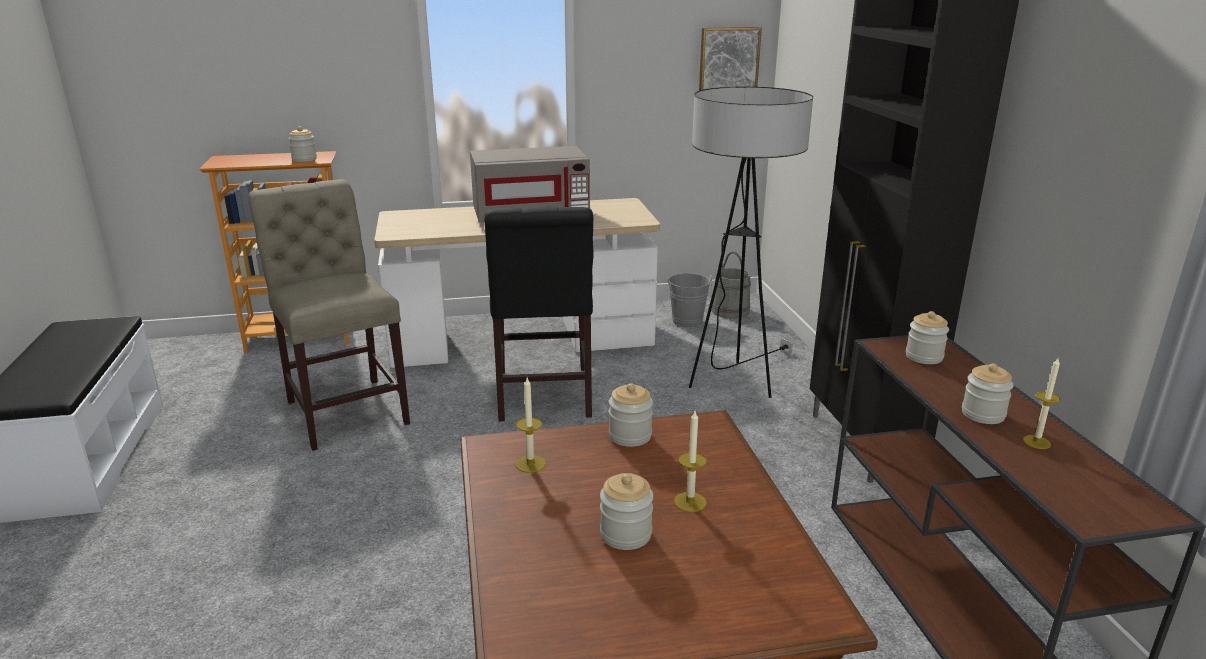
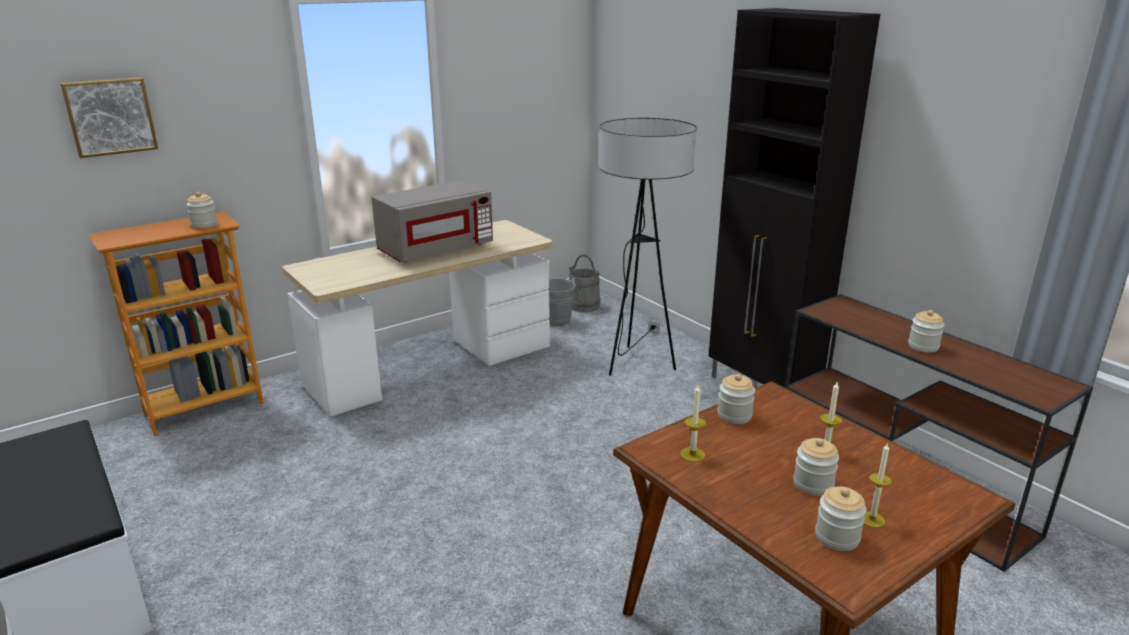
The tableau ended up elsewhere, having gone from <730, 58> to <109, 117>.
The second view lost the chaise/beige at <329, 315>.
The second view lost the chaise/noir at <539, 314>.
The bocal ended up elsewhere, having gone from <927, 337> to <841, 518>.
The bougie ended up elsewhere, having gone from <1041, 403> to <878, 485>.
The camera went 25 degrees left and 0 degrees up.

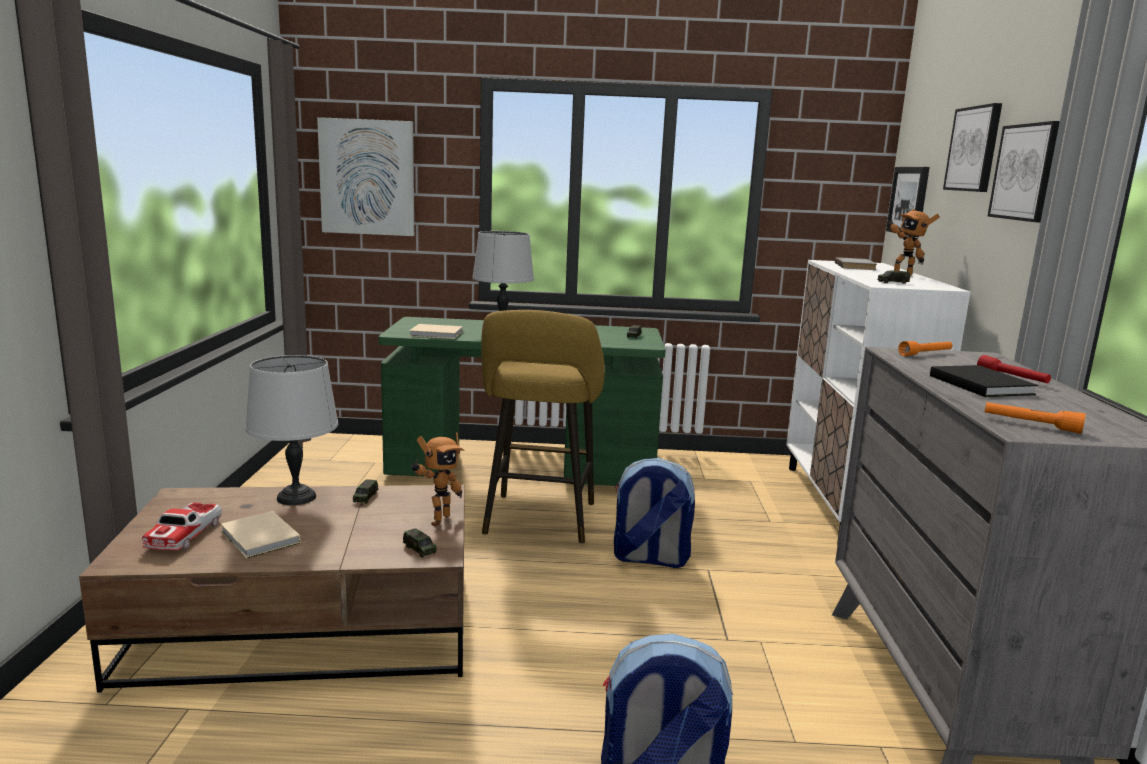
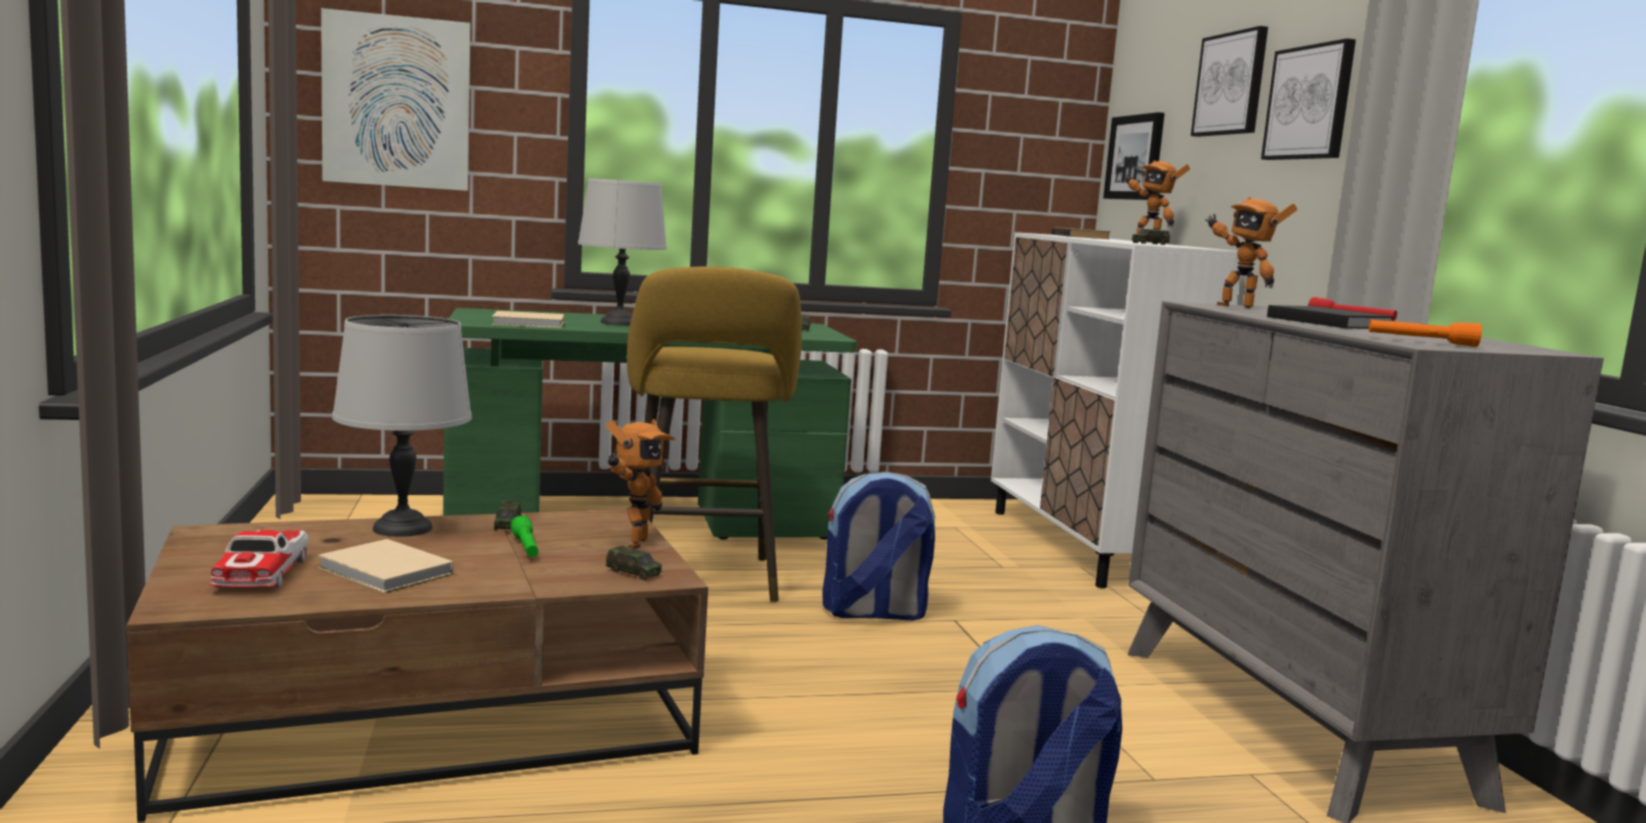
Where the lampe de poche/orange stood at <925, 348>, the robot jouet came to stand at <1251, 252>.
The second view gained the lampe de poche/vert at <524, 536>.
The camera went 15 degrees left and 5 degrees down.

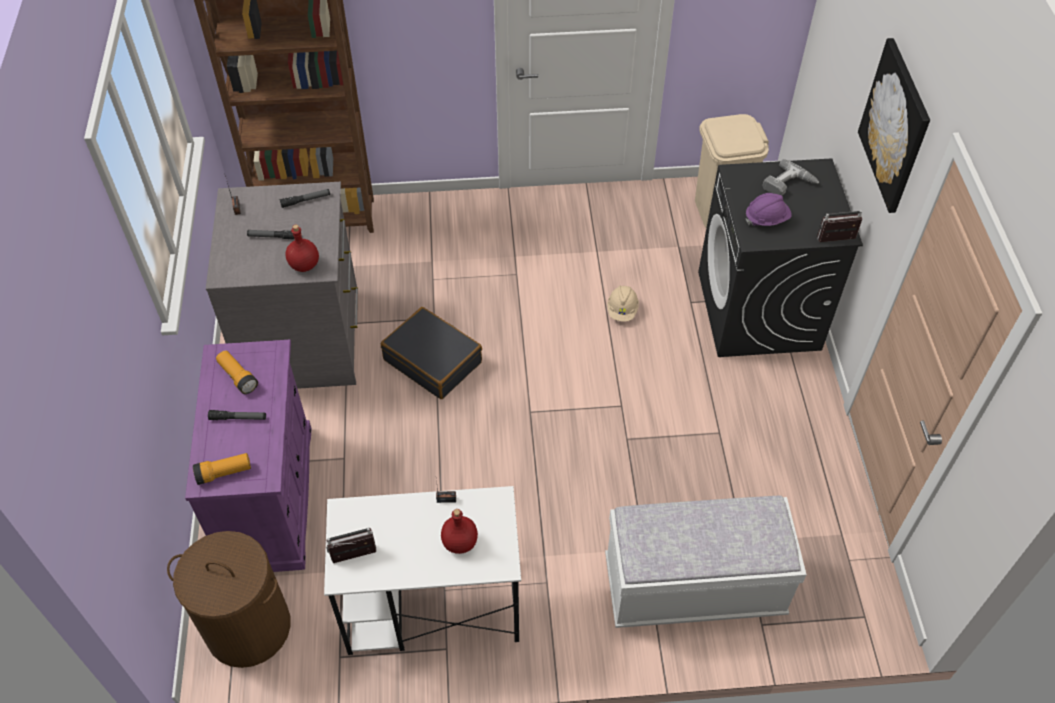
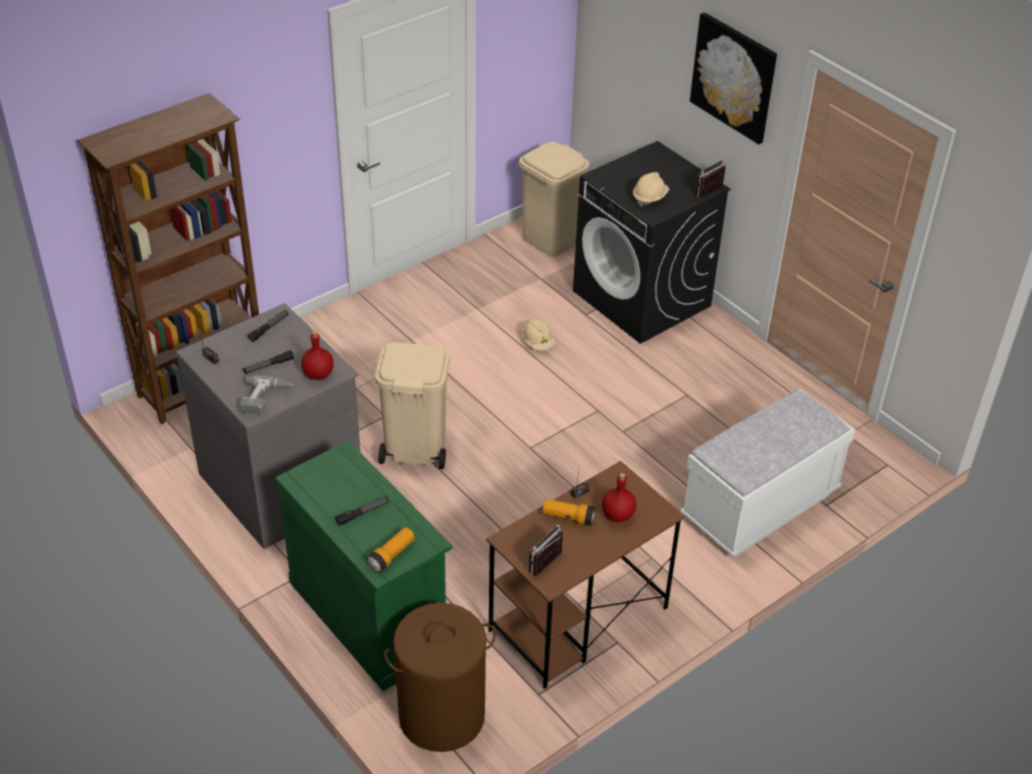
The perceuse ended up elsewhere, having gone from <790, 177> to <266, 395>.
What was the casque de chantier/violet at <769, 209> turned into the casque de chantier/beige at <651, 189>.
Where the valise/noir stood at <431, 353>, the poubelle/beige came to stand at <412, 405>.
What was the meuble de rangement/violet at <248, 456> turned into the meuble de rangement/vert at <363, 565>.
The lampe de poche ended up elsewhere, having gone from <237, 372> to <569, 512>.
What was the bureau/blanc at <422, 570> turned into the bureau/marron at <585, 575>.
The camera went 35 degrees left and 10 degrees down.

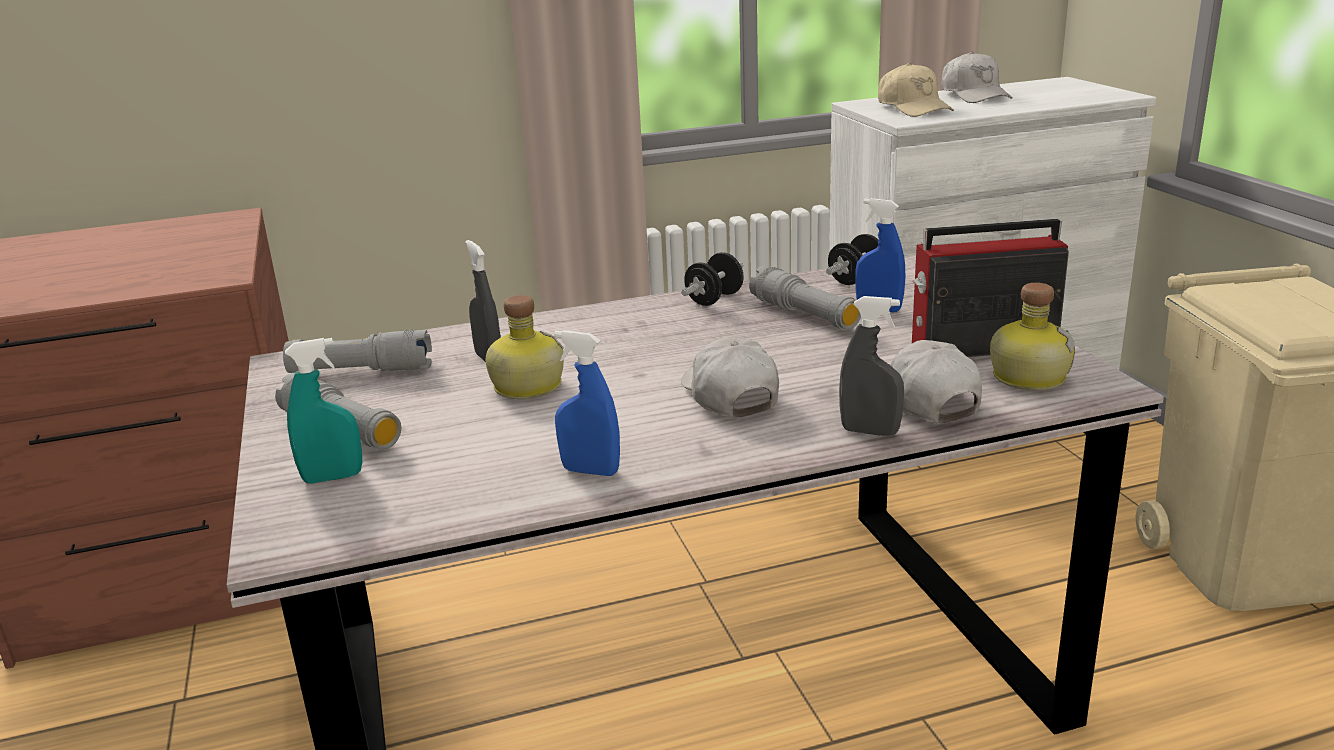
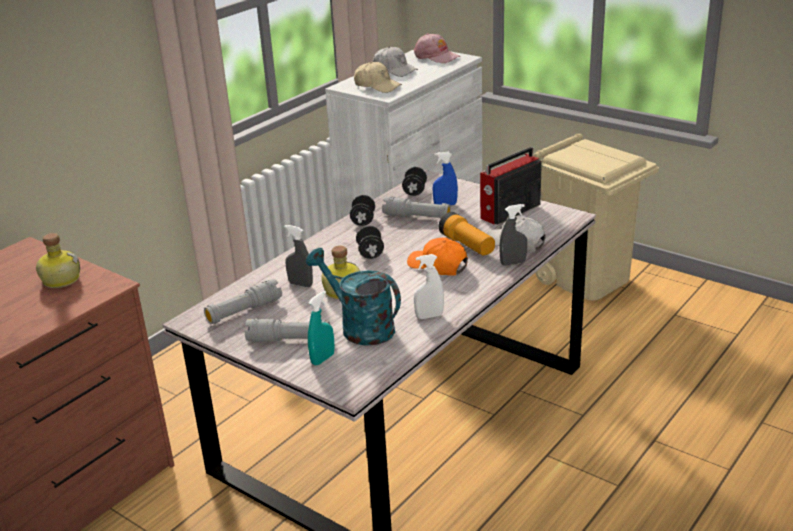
The bouteille ended up elsewhere, having gone from <1032, 336> to <58, 260>.
What was the vaporisateur/bleu at <587, 403> turned into the vaporisateur/blanc at <429, 286>.
What was the casquette/blanc at <730, 377> turned into the casquette/orange at <437, 256>.
The second view gained the casquette/rose at <437, 48>.
The second view gained the lampe de poche at <467, 234>.
The second view gained the haltère/noir at <370, 242>.
The second view gained the arrosoir/turquoise at <353, 297>.
The camera went 35 degrees left and 5 degrees up.

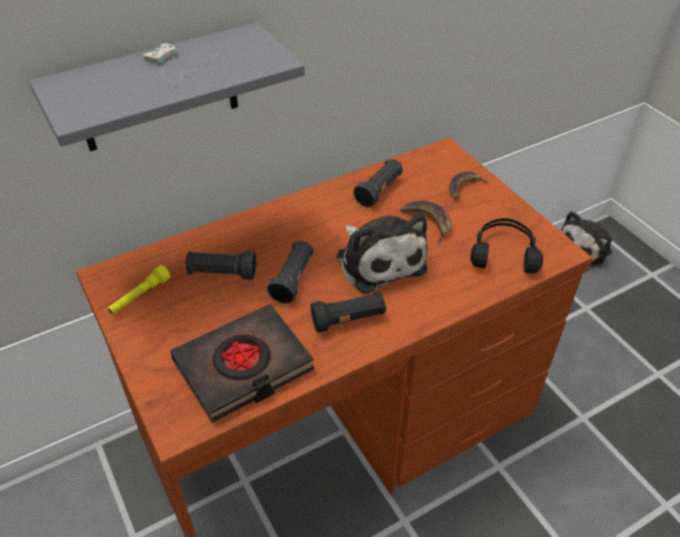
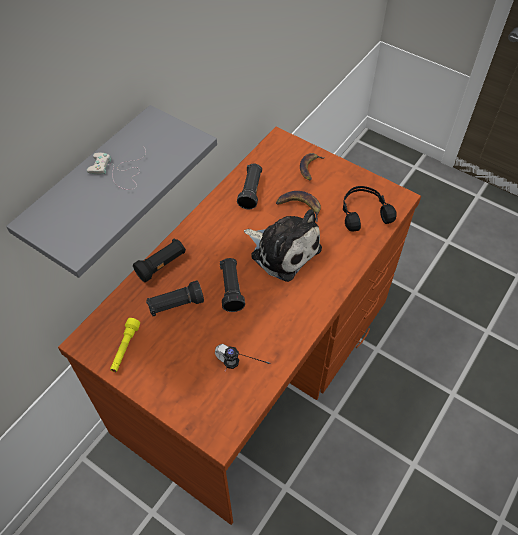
The second view lost the peluche at <586, 239>.
The lampe de poche/noir ended up elsewhere, having gone from <348, 311> to <159, 260>.
Where the livre/noir stood at <242, 363>, the casque audio came to stand at <242, 358>.
The camera went 25 degrees left and 10 degrees up.

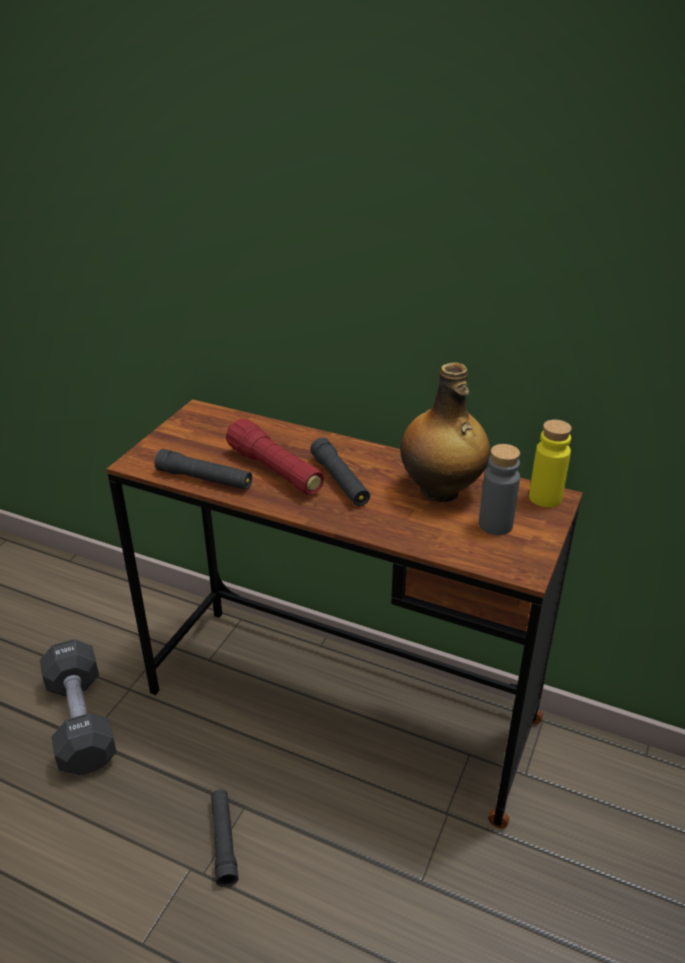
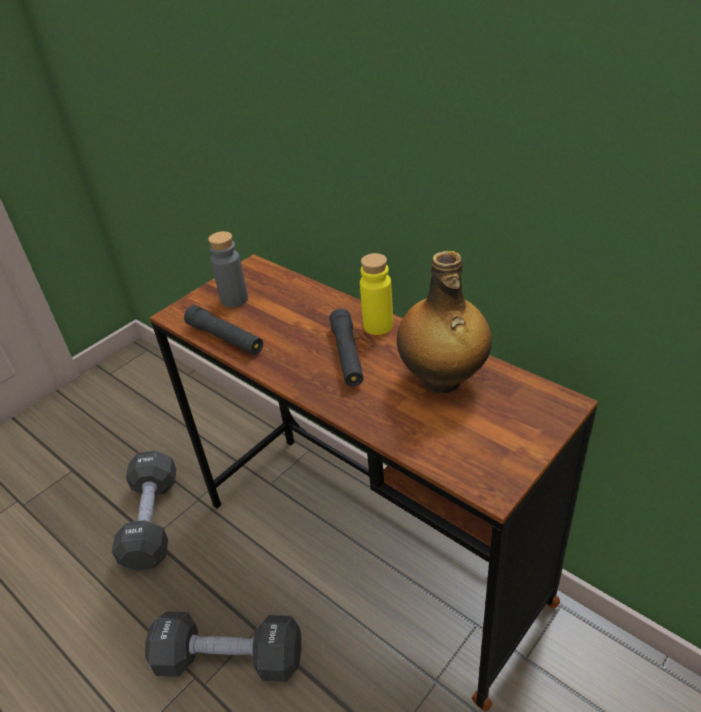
The second view lost the lampe de poche/rouge at <275, 457>.
The bouteille/jaune ended up elsewhere, having gone from <550, 464> to <376, 294>.
The bouteille/gris ended up elsewhere, having gone from <499, 489> to <228, 269>.
Where the lampe de poche/noir stood at <224, 838>, the haltère/noir came to stand at <223, 646>.
The camera went 20 degrees right and 5 degrees up.

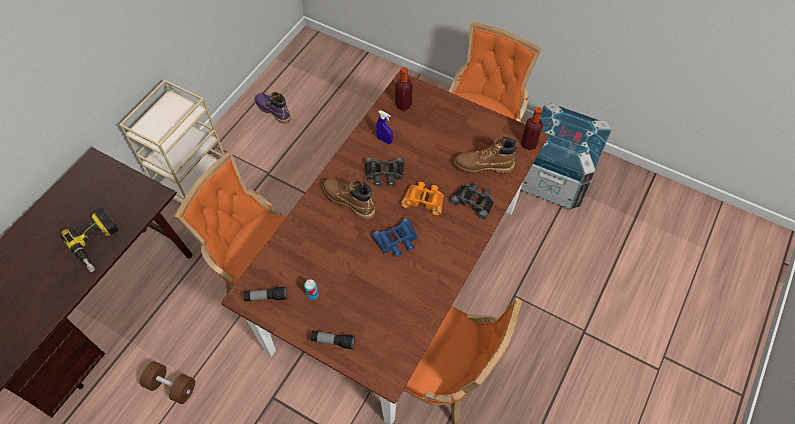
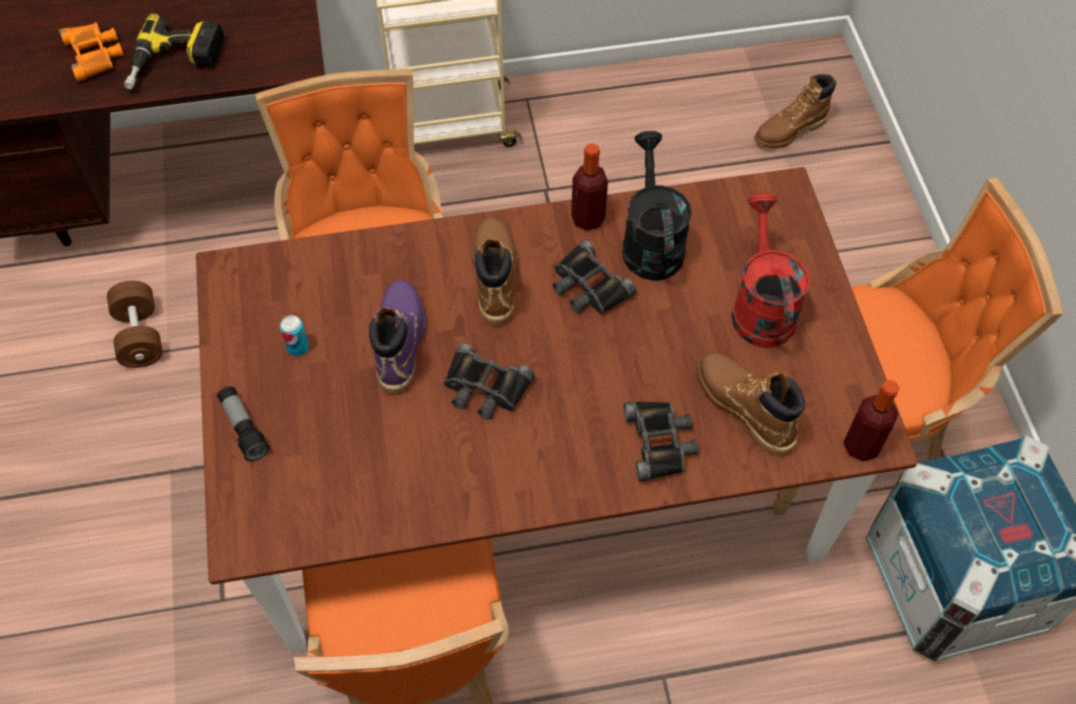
The bouteille ended up elsewhere, having gone from <404, 89> to <589, 187>.
The botte/violet ended up elsewhere, having gone from <273, 108> to <397, 338>.
Where the vaporisateur/bleu stood at <384, 127>, the arrosoir/noir came to stand at <657, 206>.
The jumelles/orange ended up elsewhere, having gone from <422, 199> to <91, 51>.
What was the jumelles/bleu at <395, 237> turned into the jumelles/noir at <489, 381>.
The second view lost the lampe de poche at <265, 294>.
The second view gained the botte/marron at <795, 111>.
The second view gained the arrosoir/rouge at <770, 270>.
The camera went 50 degrees right and 0 degrees up.

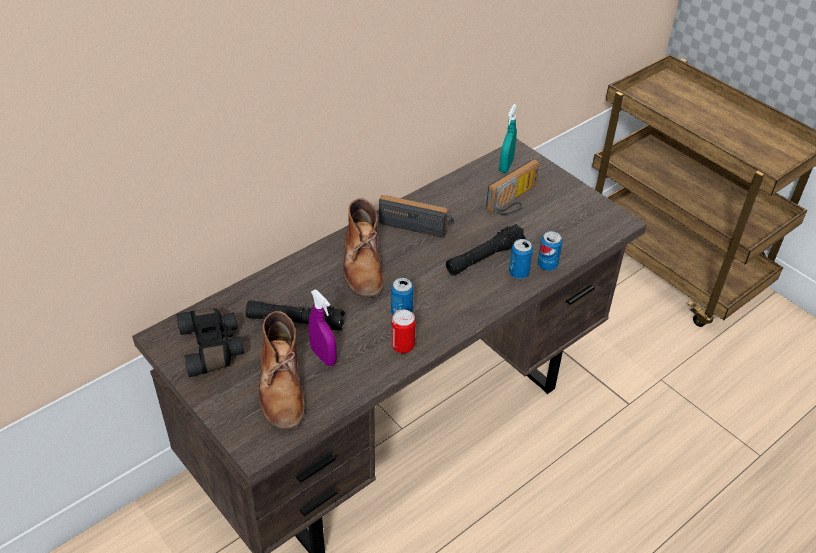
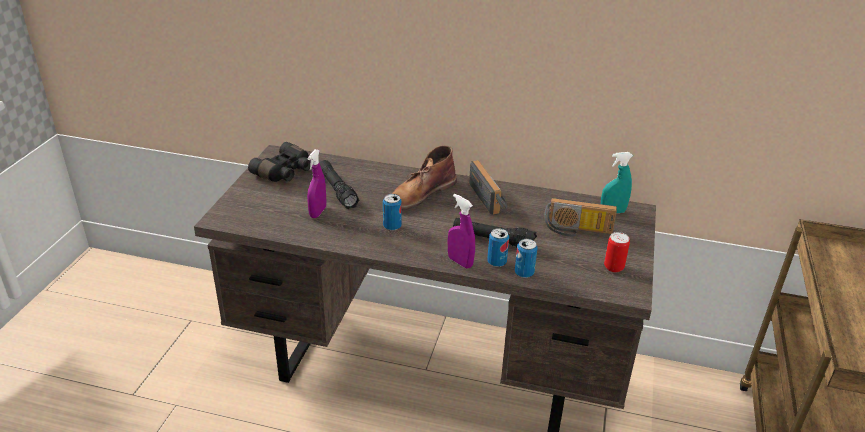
The boîte métallique ended up elsewhere, having gone from <403, 331> to <617, 252>.
The second view lost the botte/marron at <281, 370>.
The second view gained the vaporisateur/violet at <461, 231>.
The camera went 55 degrees right and 10 degrees down.

